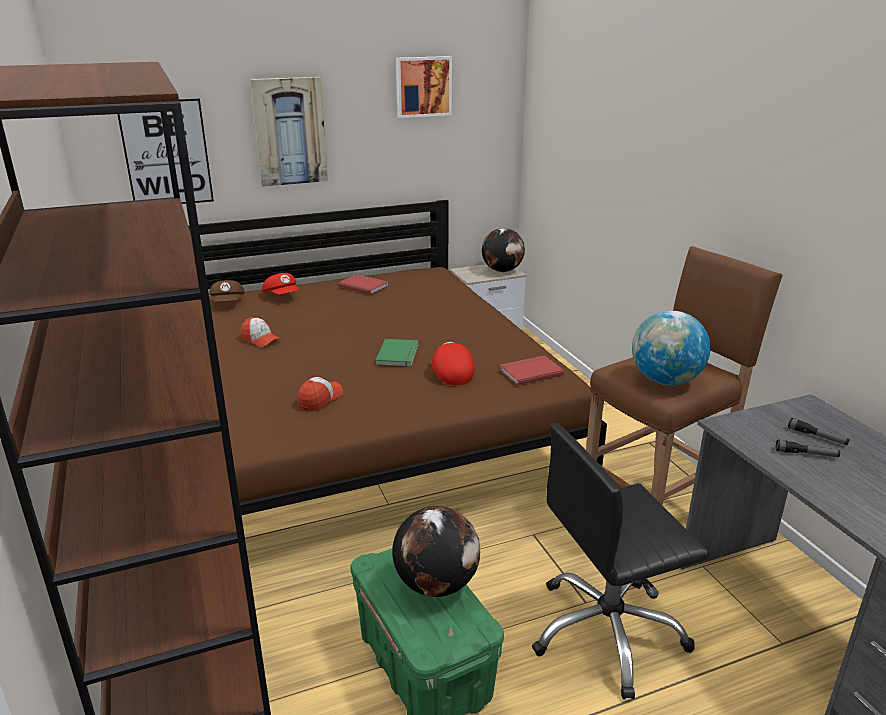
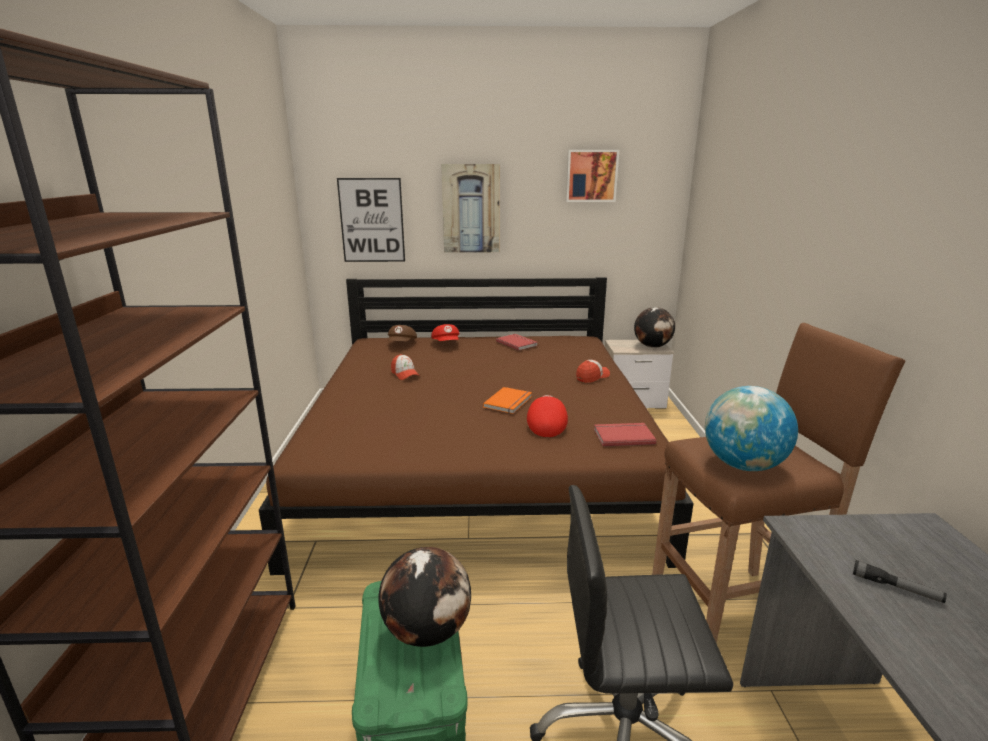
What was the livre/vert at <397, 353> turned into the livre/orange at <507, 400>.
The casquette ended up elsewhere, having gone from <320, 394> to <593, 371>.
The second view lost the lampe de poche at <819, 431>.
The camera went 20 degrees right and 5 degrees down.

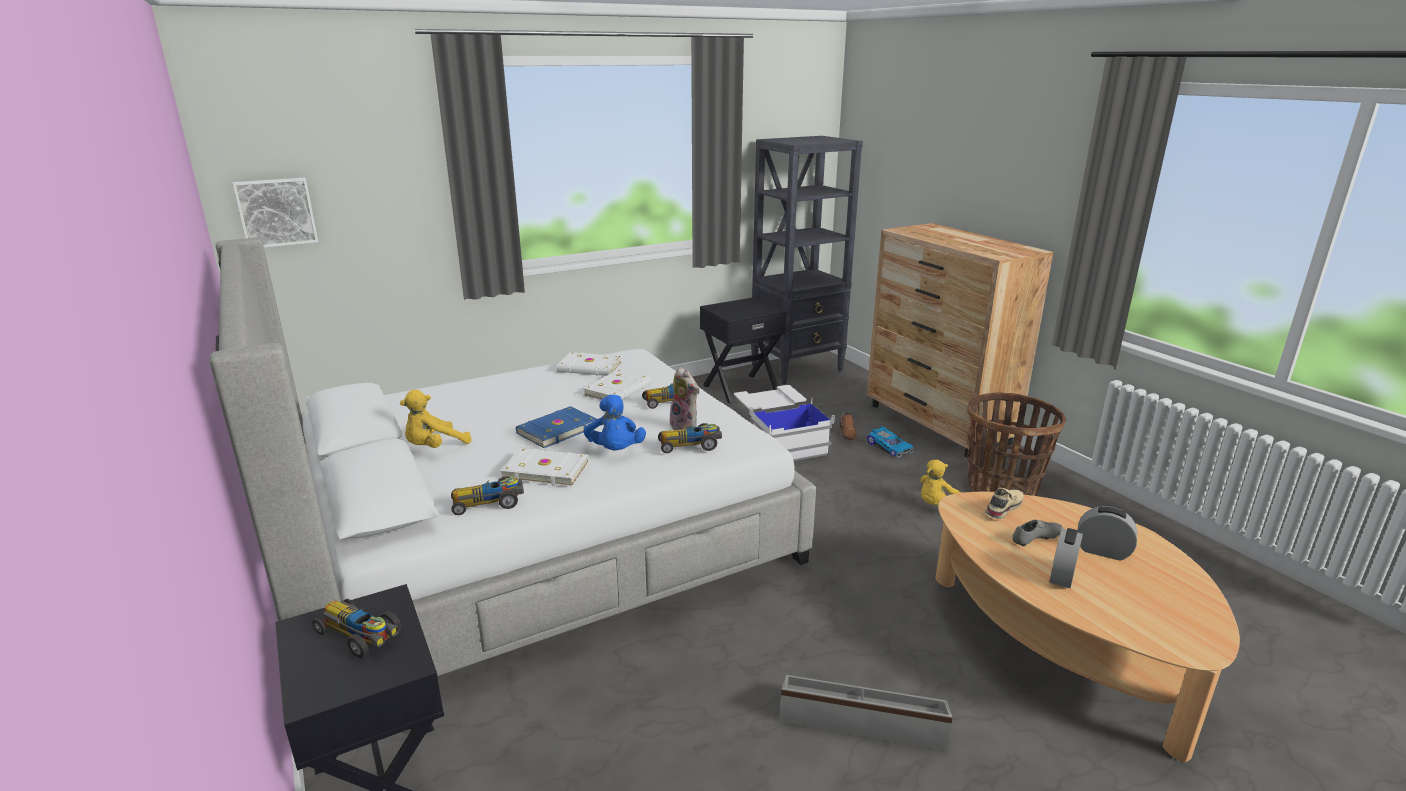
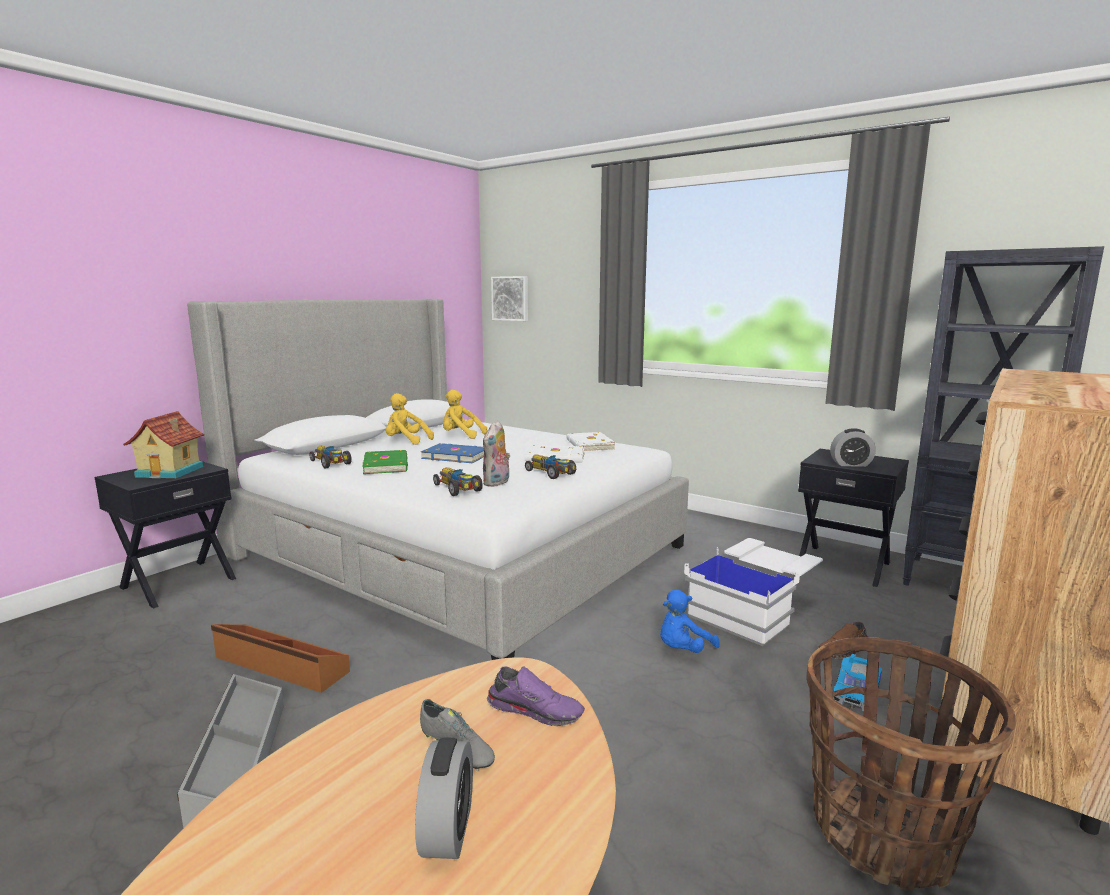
The peluche/bleu ended up elsewhere, having gone from <615, 422> to <690, 621>.
What was the livre/blanc at <544, 467> turned into the livre/vert at <385, 462>.
The peluche/jaune ended up elsewhere, having gone from <941, 482> to <465, 414>.
What was the chaussure/beige at <1004, 503> turned into the chaussure/violet at <536, 696>.
The réveil ended up elsewhere, having gone from <1066, 558> to <853, 447>.
Where the petite voiture stood at <356, 628>, the maison miniature came to stand at <164, 444>.
The second view gained the boîte de rangement/marron at <280, 658>.
The camera went 65 degrees right and 10 degrees down.

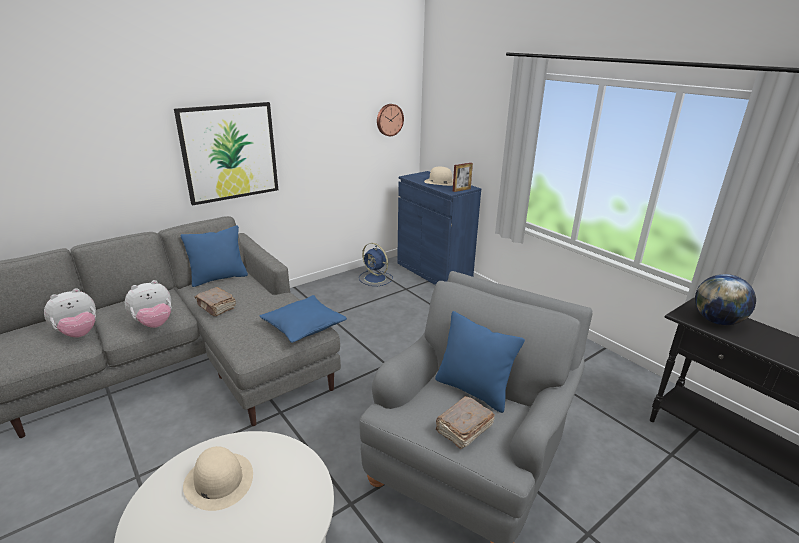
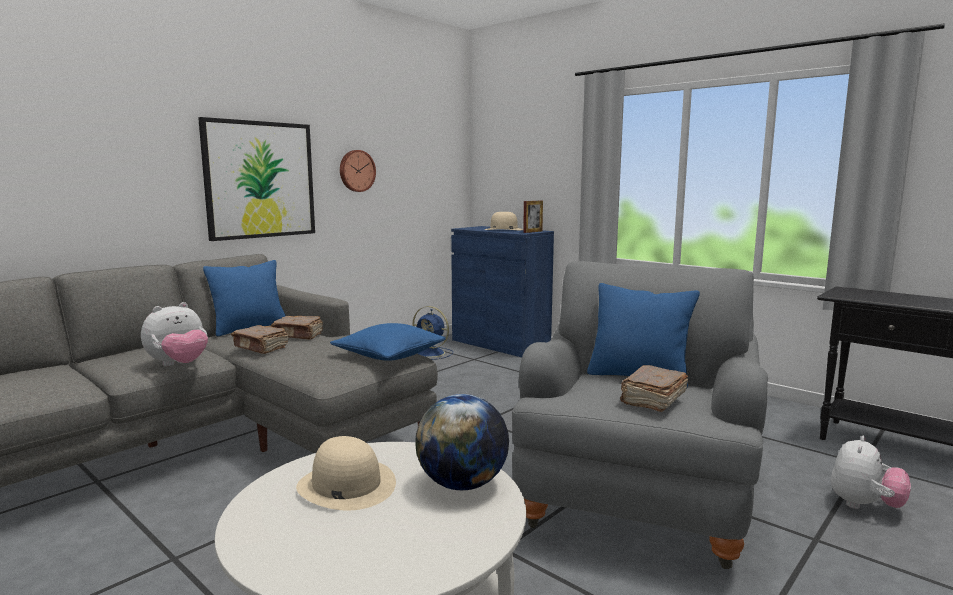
The horloge murale ended up elsewhere, having gone from <390, 120> to <358, 171>.
The globe ended up elsewhere, having gone from <725, 299> to <462, 442>.
The peluche ended up elsewhere, having gone from <70, 313> to <871, 472>.
The second view gained the livre/marron at <297, 328>.
The camera went 10 degrees left and 15 degrees down.

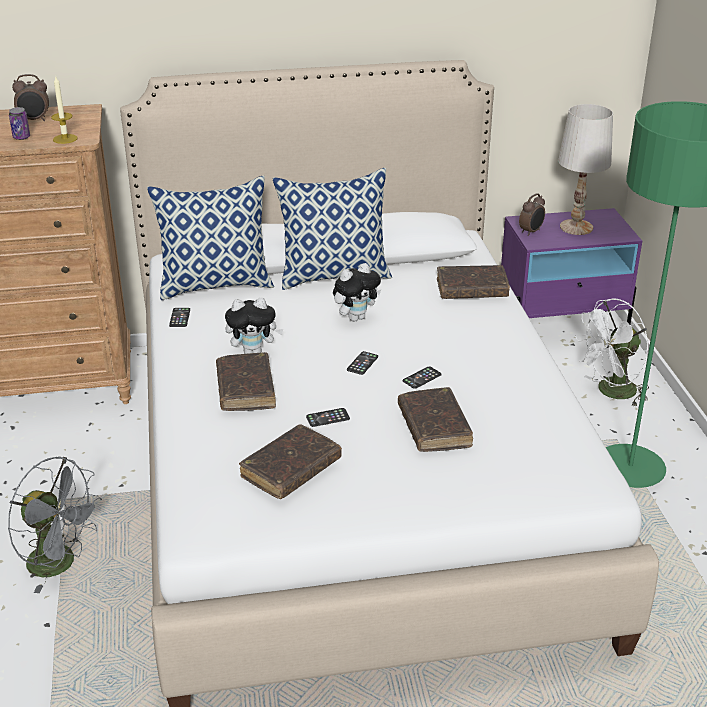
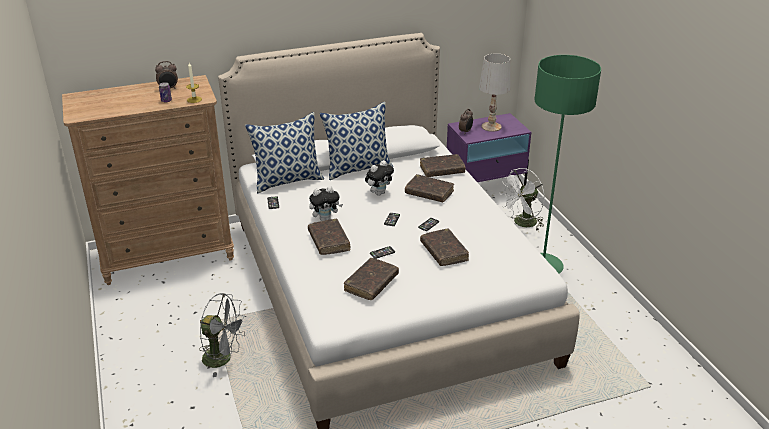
The second view gained the livre/marron at <429, 188>.
The camera went 10 degrees left and 0 degrees up.

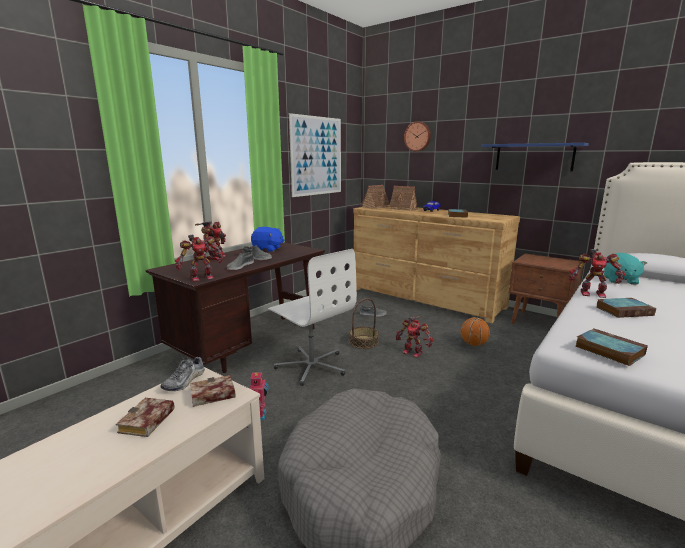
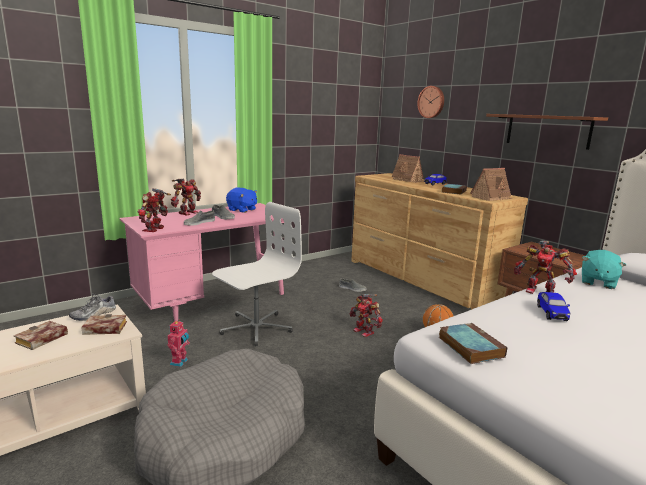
The second view lost the tableau at <315, 155>.
What was the étagère/bleu at <535, 157> turned into the étagère/marron at <547, 132>.
The maison miniature ended up elsewhere, having gone from <376, 197> to <491, 184>.
The robot jouet at <199, 258> ended up facing another way, 120 degrees clockwise from before.
What was the bureau/marron at <235, 307> turned into the bureau/rose at <201, 262>.
The chaise de bureau/blanc at <312, 317> ended up facing another way, 105 degrees counterclockwise from before.
The second view lost the panier at <364, 323>.
Where the livre stood at <626, 308>, the petite voiture came to stand at <553, 306>.
The camera went 15 degrees right and 0 degrees up.

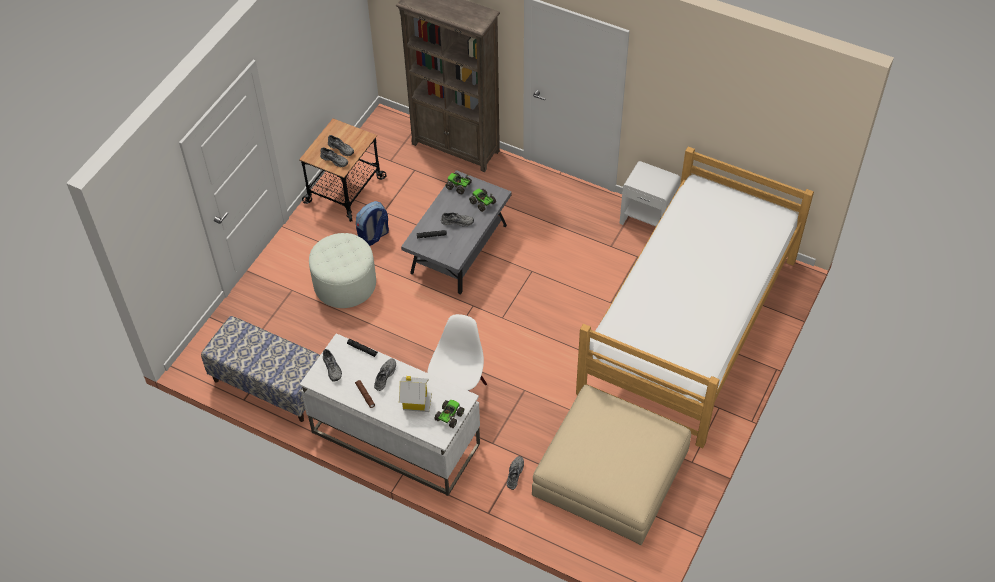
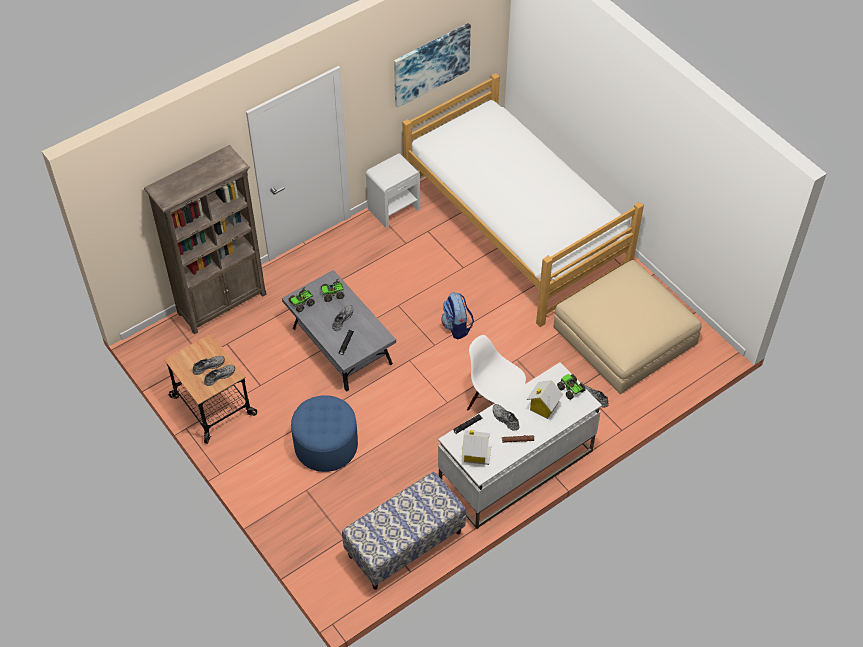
The sac à dos ended up elsewhere, having gone from <372, 223> to <457, 315>.
What was the pouf/blanc at <342, 270> turned into the pouf/bleu at <324, 433>.
Where the chaussure/gris stood at <332, 365>, the maison miniature came to stand at <476, 447>.
The second view gained the tableau at <432, 65>.
The camera went 65 degrees left and 0 degrees up.

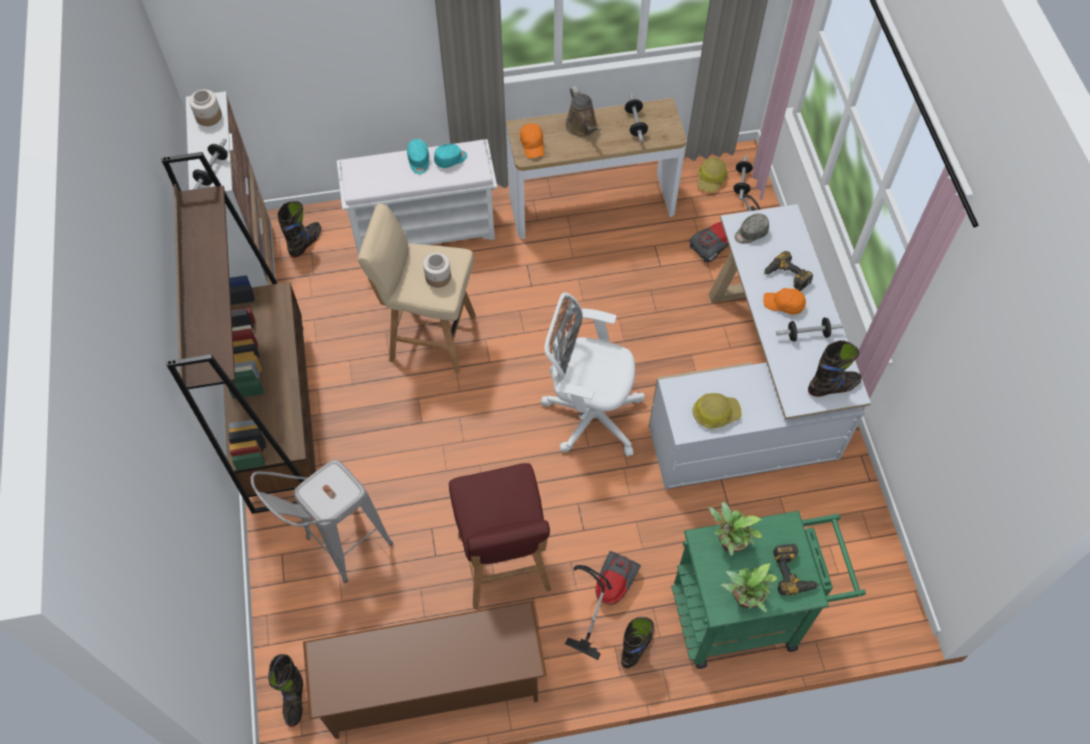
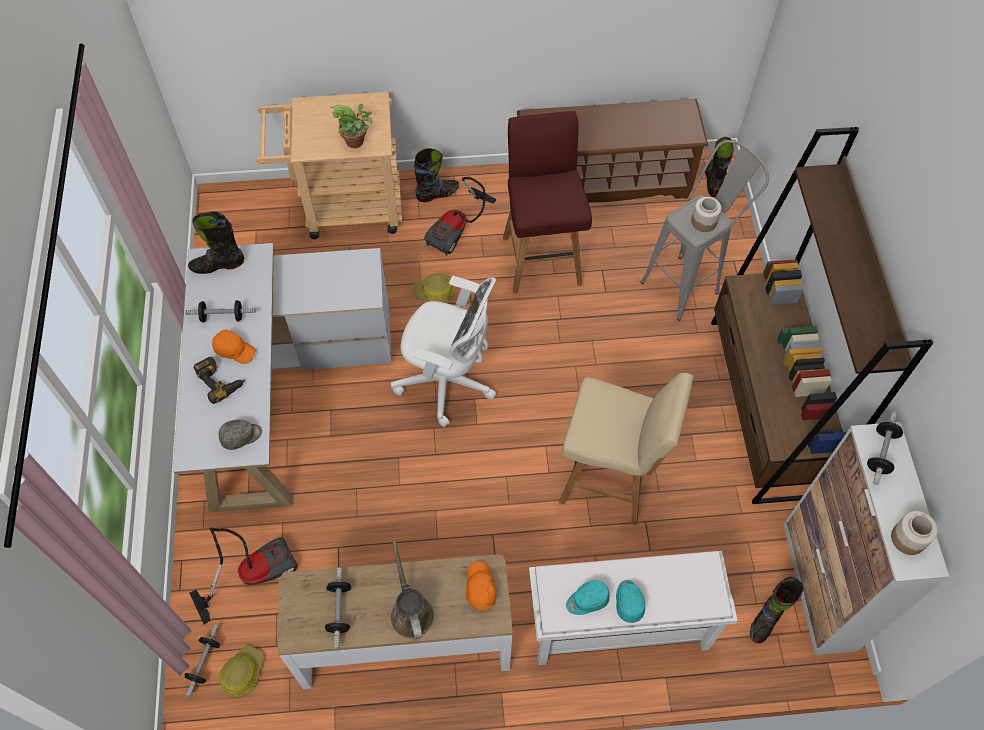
The bocal ended up elsewhere, having gone from <437, 270> to <706, 214>.
The casque de chantier ended up elsewhere, having gone from <717, 411> to <434, 288>.
What was the chariot/vert at <768, 590> turned into the chariot/beige at <329, 165>.
The second view lost the perceuse at <796, 569>.
The second view lost the plante en pot at <748, 587>.
The botte/noir at <637, 642> ended up facing another way, 150 degrees counterclockwise from before.
The camera went 175 degrees left and 0 degrees up.

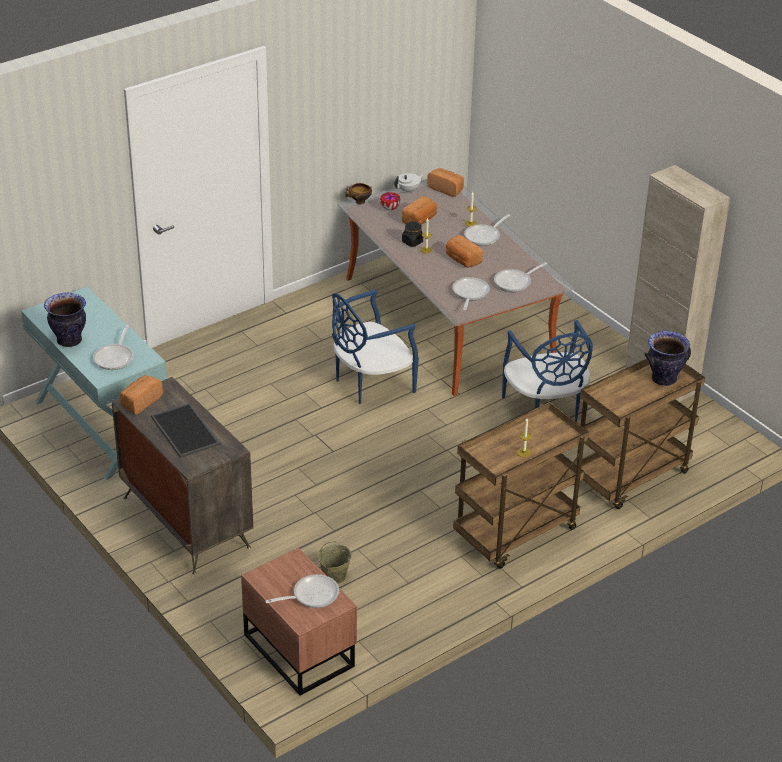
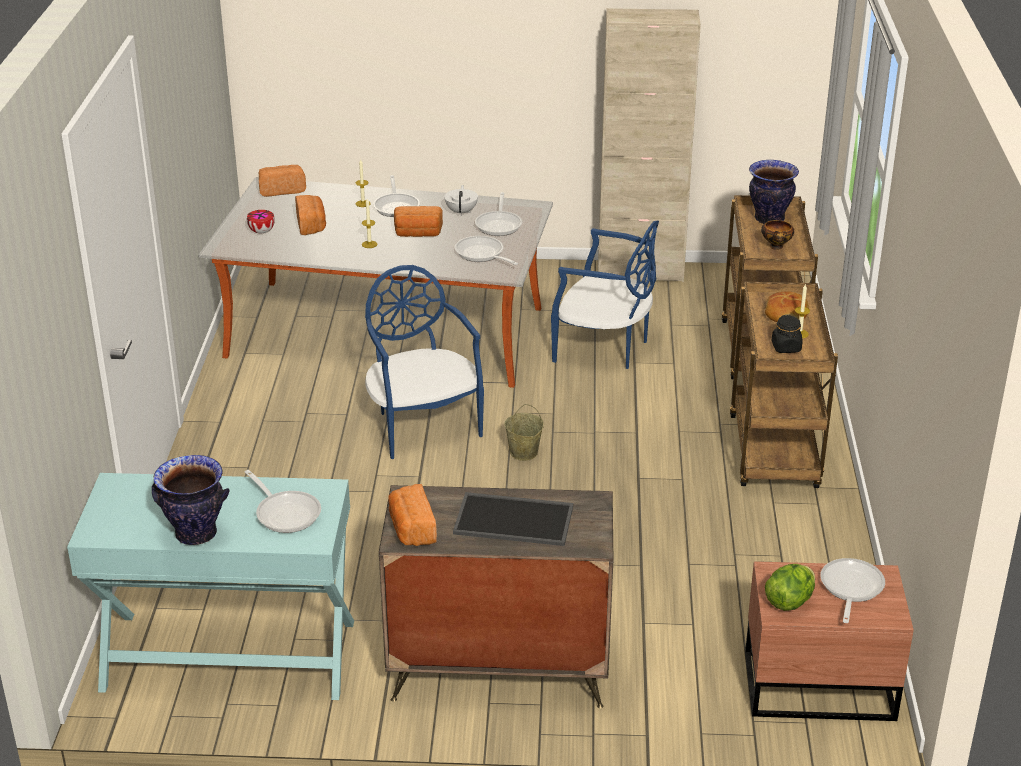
The théière/blanc ended up elsewhere, having gone from <409, 183> to <461, 200>.
The bol ended up elsewhere, having gone from <358, 193> to <777, 235>.
The bocal/noir ended up elsewhere, having gone from <412, 234> to <787, 334>.
The chaise/bleu at <375, 346> ended up facing another way, 150 degrees clockwise from before.
The seau/beige ended up elsewhere, having gone from <335, 562> to <524, 432>.
The second view gained the pain at <786, 306>.
The second view gained the laitue at <790, 587>.
The camera went 50 degrees left and 5 degrees down.

